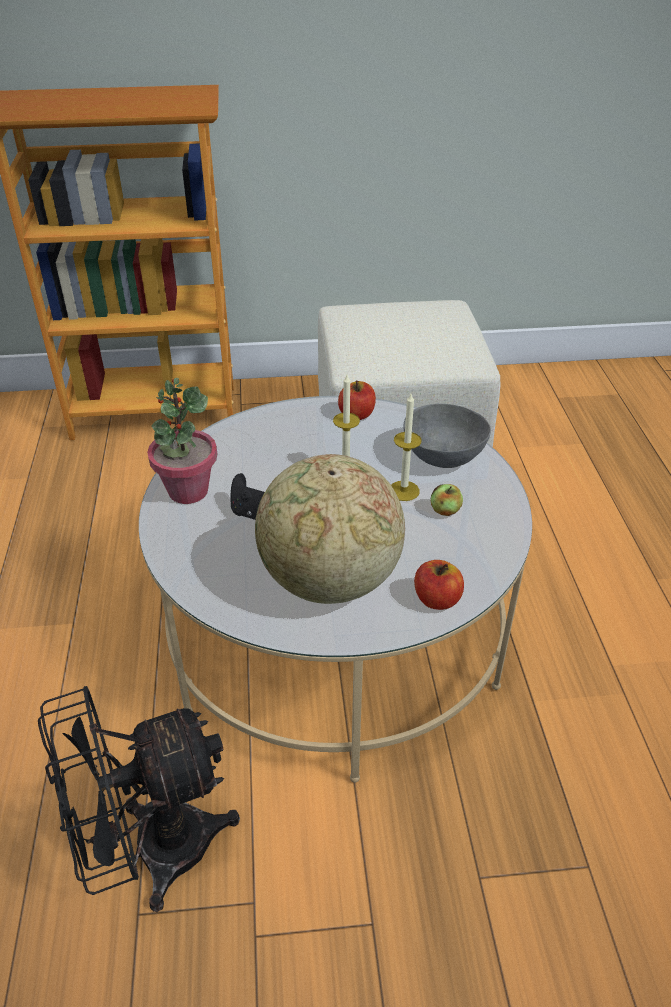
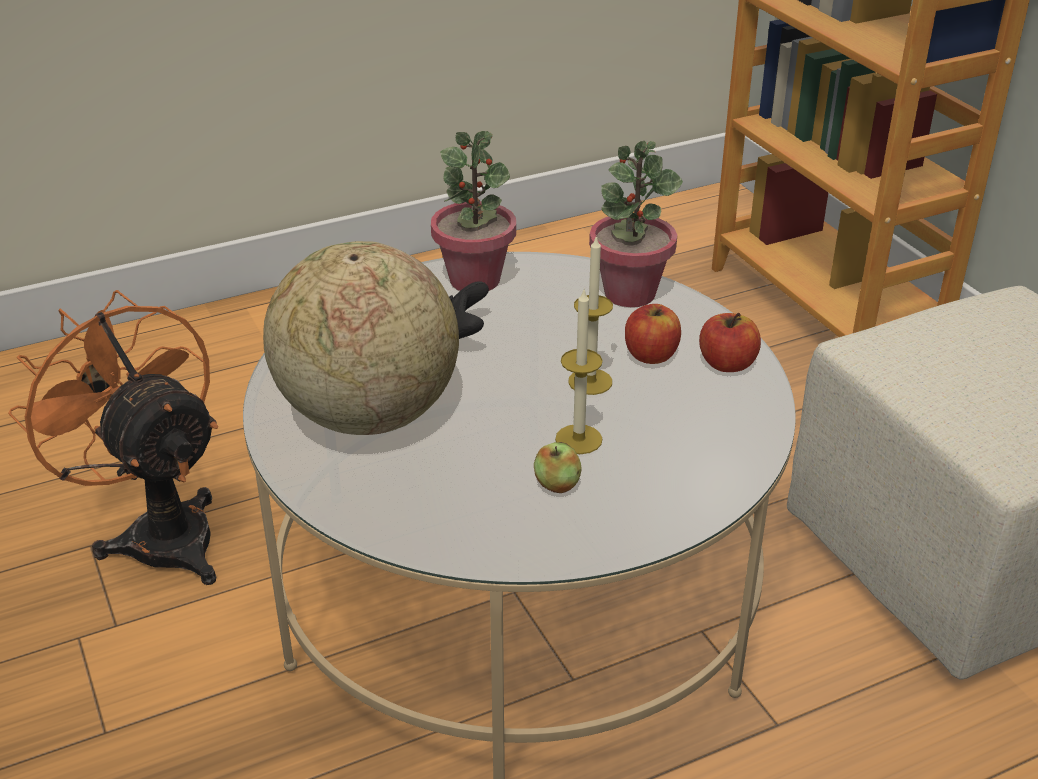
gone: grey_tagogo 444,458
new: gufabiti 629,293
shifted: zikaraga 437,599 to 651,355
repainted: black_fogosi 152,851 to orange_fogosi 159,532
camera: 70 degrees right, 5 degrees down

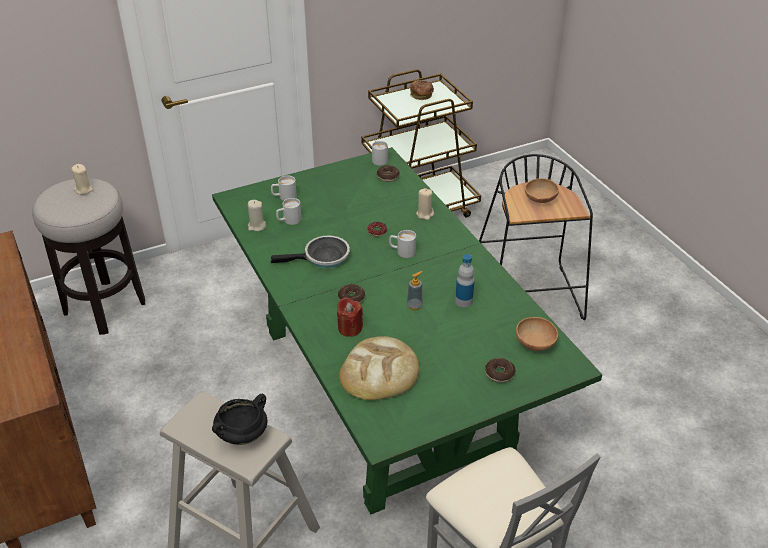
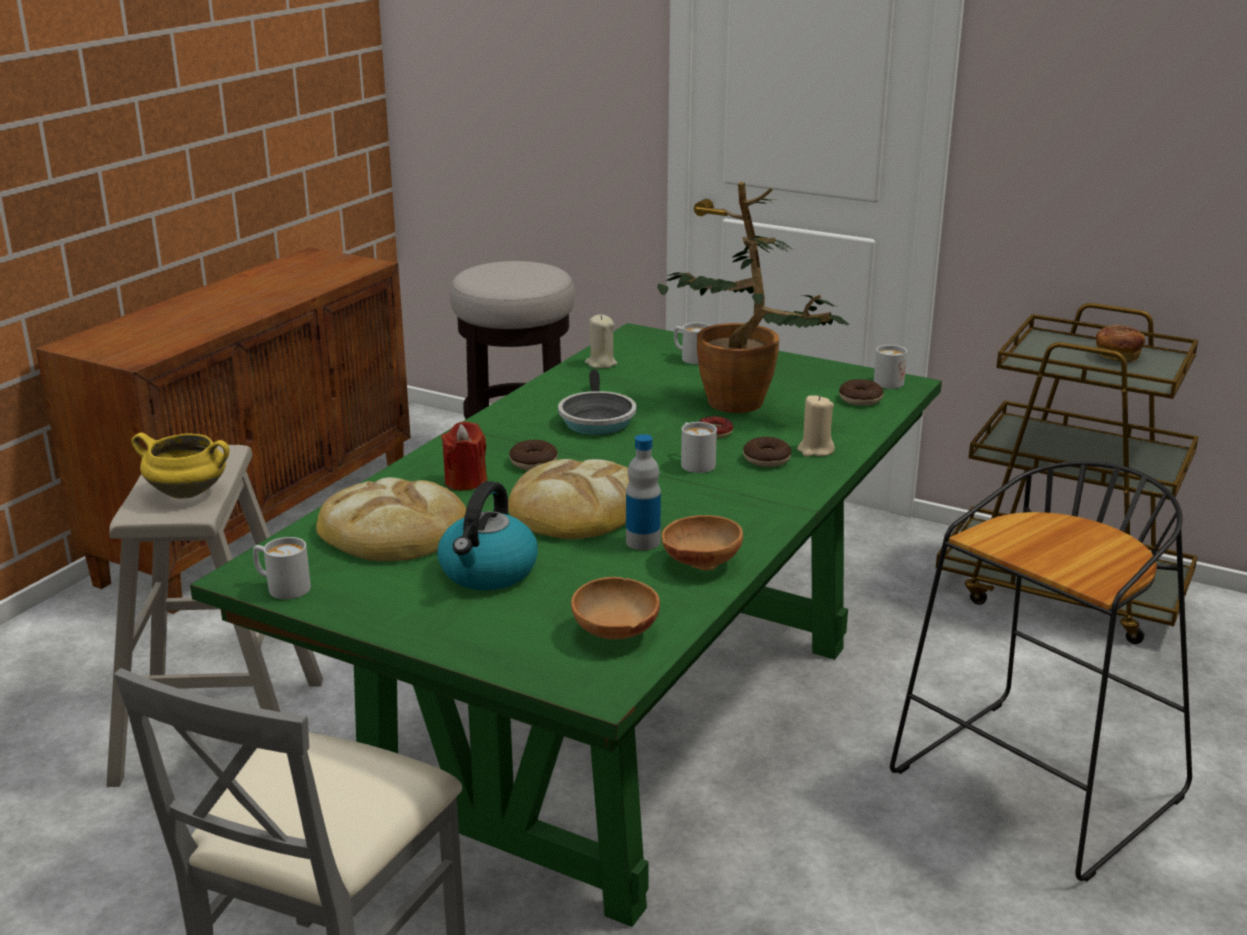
gone: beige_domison 83,190
new: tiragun 488,572; gufabiti 746,407
shifted: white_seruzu 289,221 to 281,587; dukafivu 499,374 to 766,459; brown_tagogo 539,200 to 700,563
swapped: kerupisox 414,306 to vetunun 578,509
repainted: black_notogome 242,434 to yellow_notogome 189,492
rotated: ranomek 323,258 = 596,419 45 degrees clockwise
camera: 55 degrees right, 15 degrees down

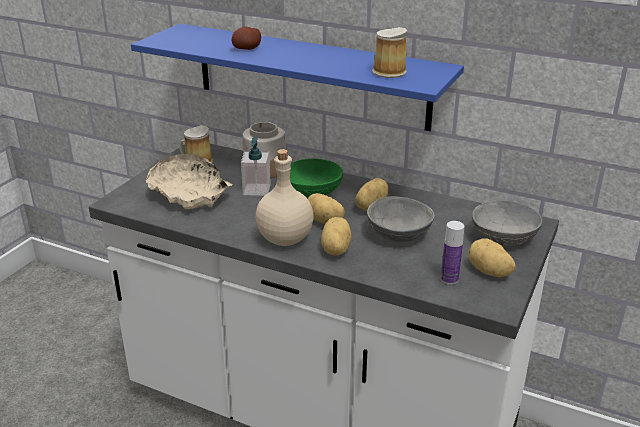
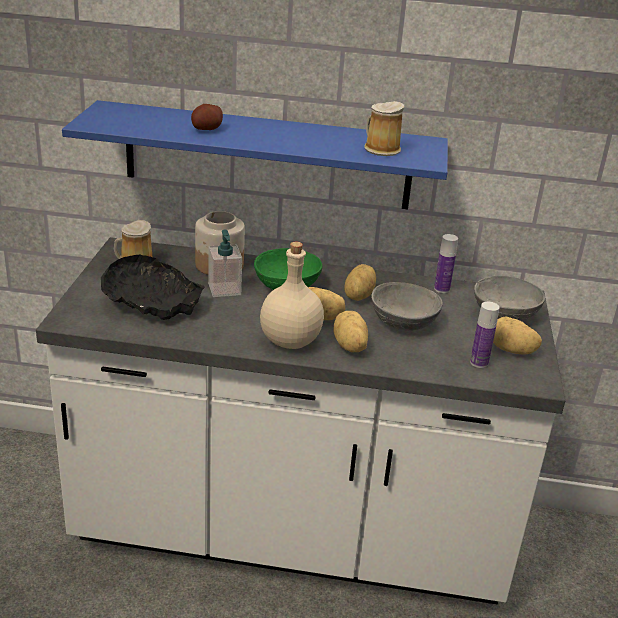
new: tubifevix 441,289
repainted: beige_tagogo 189,194 to black_tagogo 151,303
camera: 20 degrees left, 0 degrees up

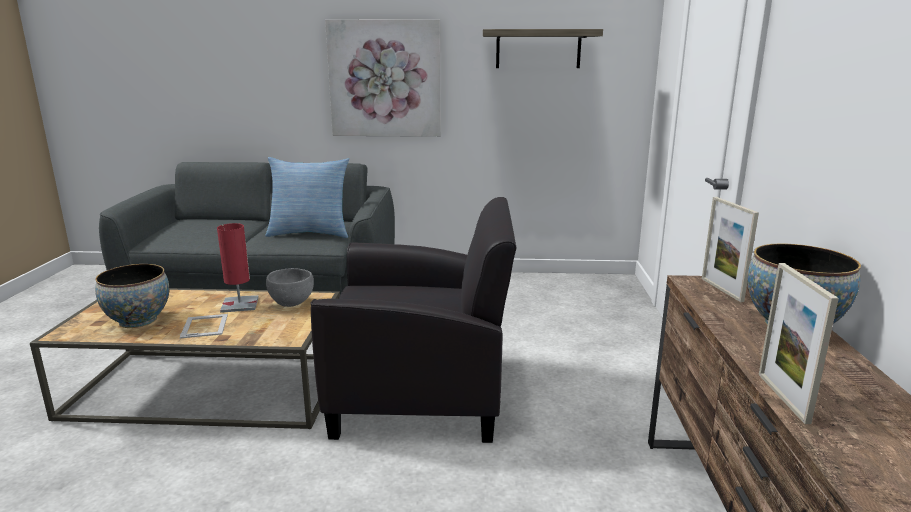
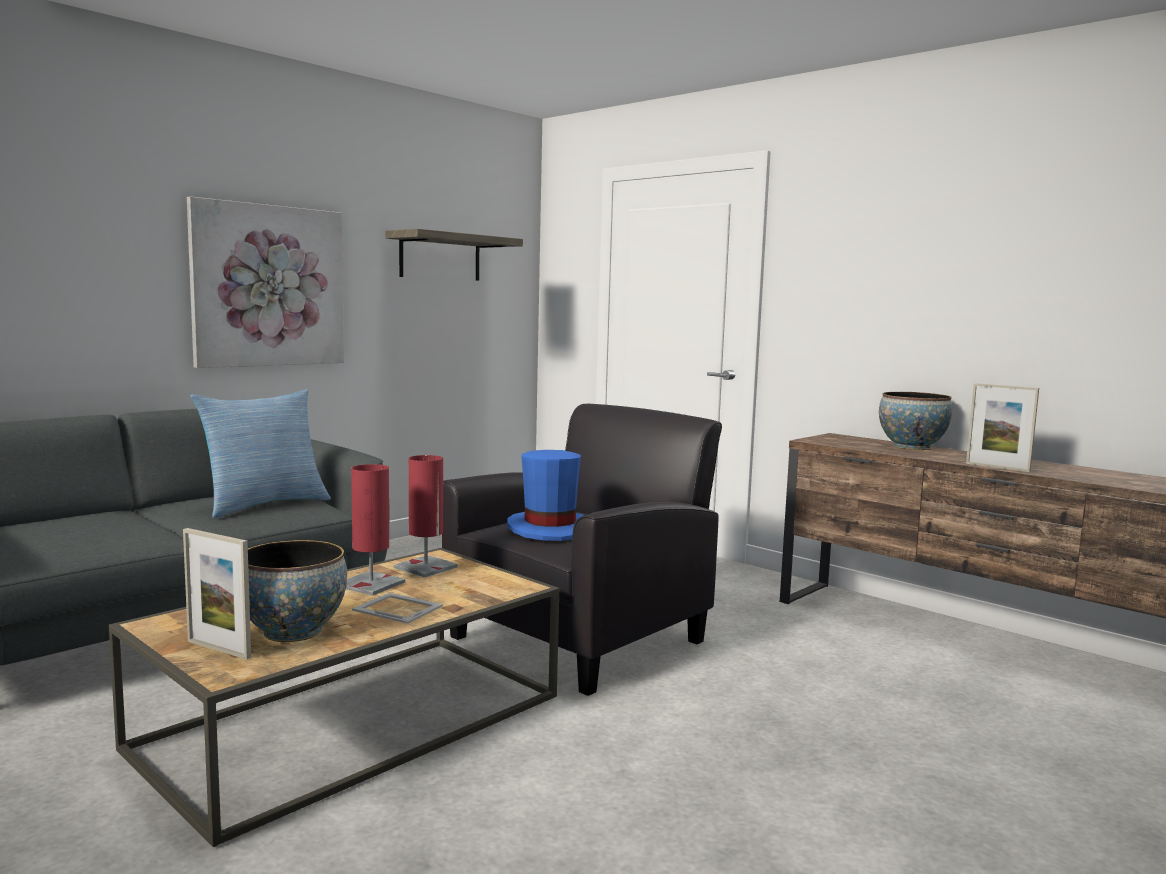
new: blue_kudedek 550,528
shifted: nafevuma 721,289 to 218,649
swapped: grey_tagogo 291,303 to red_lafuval 426,567
camera: 50 degrees left, 10 degrees down

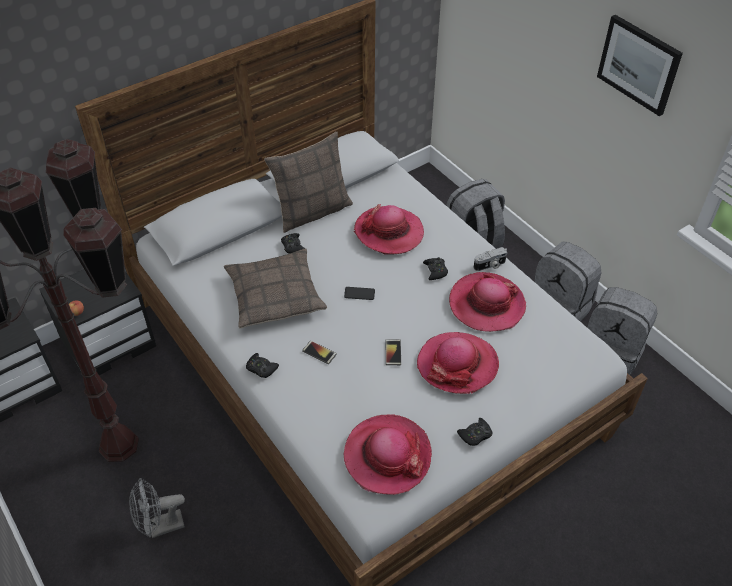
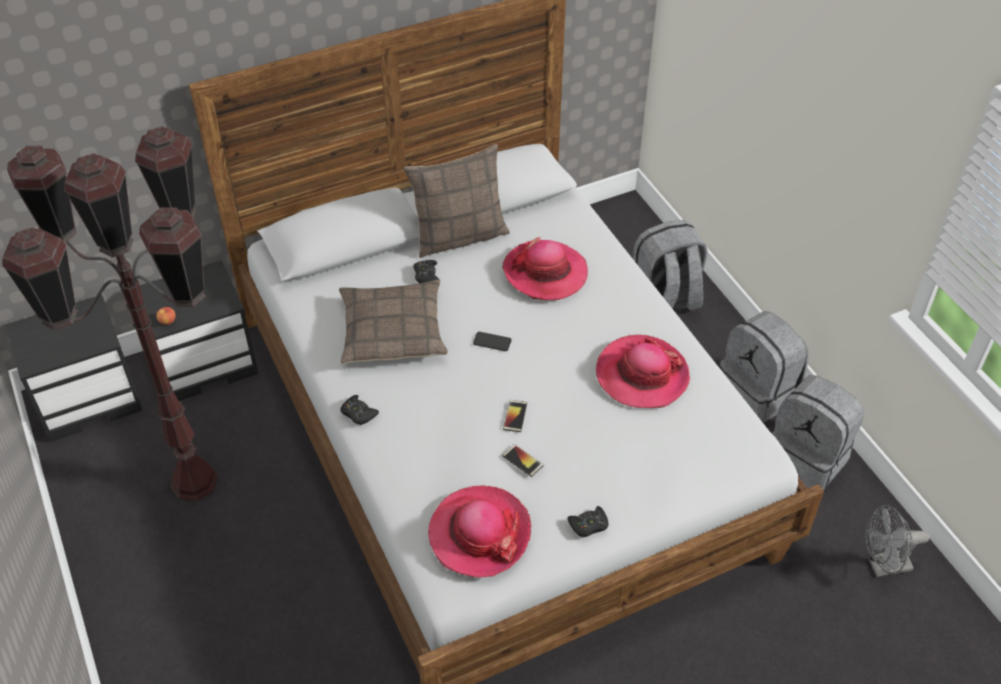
gone: kudedek 457,364; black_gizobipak 435,271; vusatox 490,265; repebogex 639,64
shifted: grey_fogosi 160,527 to 883,567; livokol 319,352 to 522,461
camera: 10 degrees right, 0 degrees up

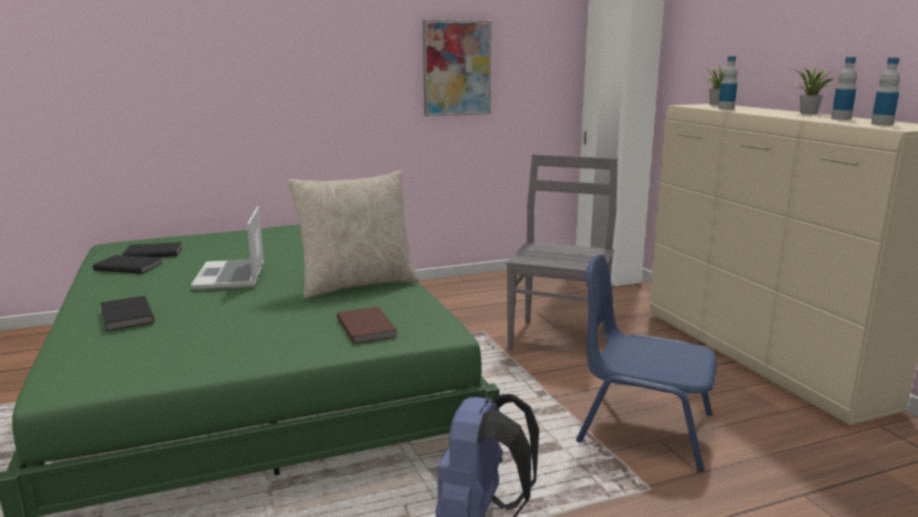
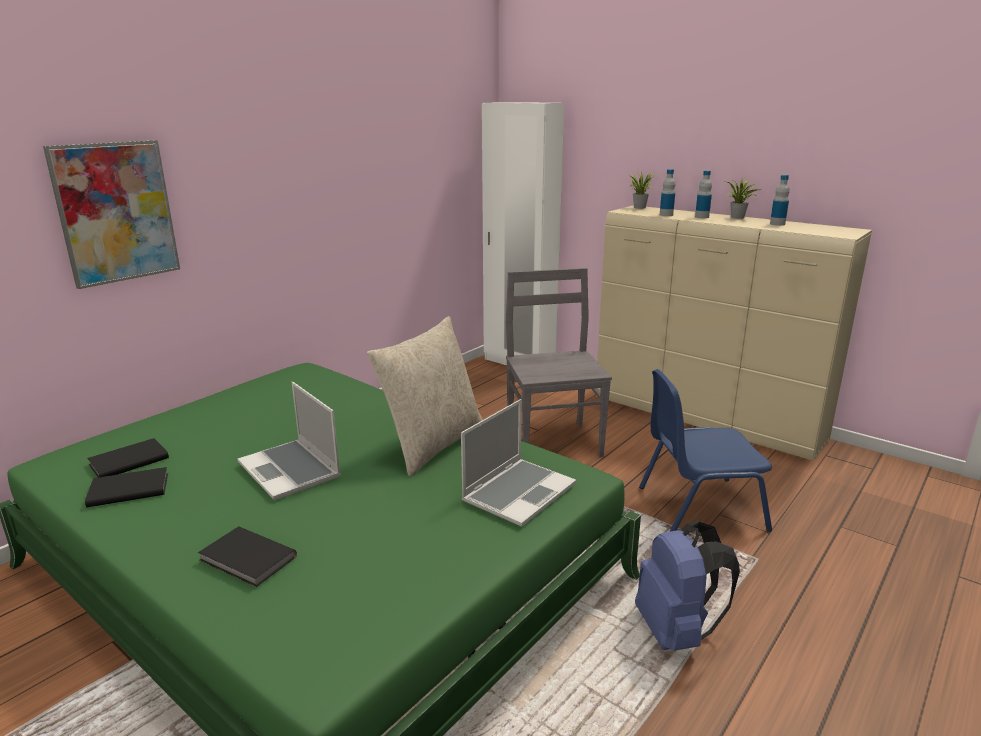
shifted: repebogex 457,68 to 116,212; tubifevix 882,124 to 702,217
swapped: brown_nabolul 367,327 to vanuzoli 519,492
camera: 30 degrees left, 5 degrees up

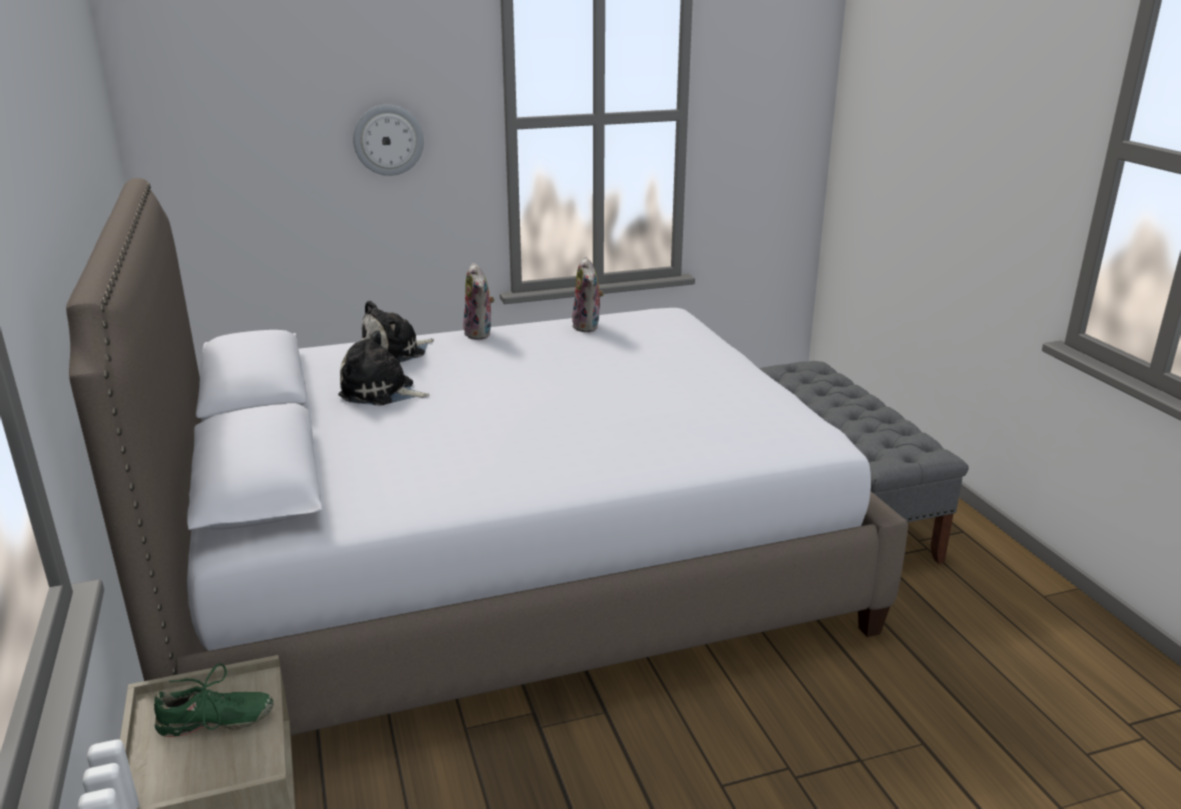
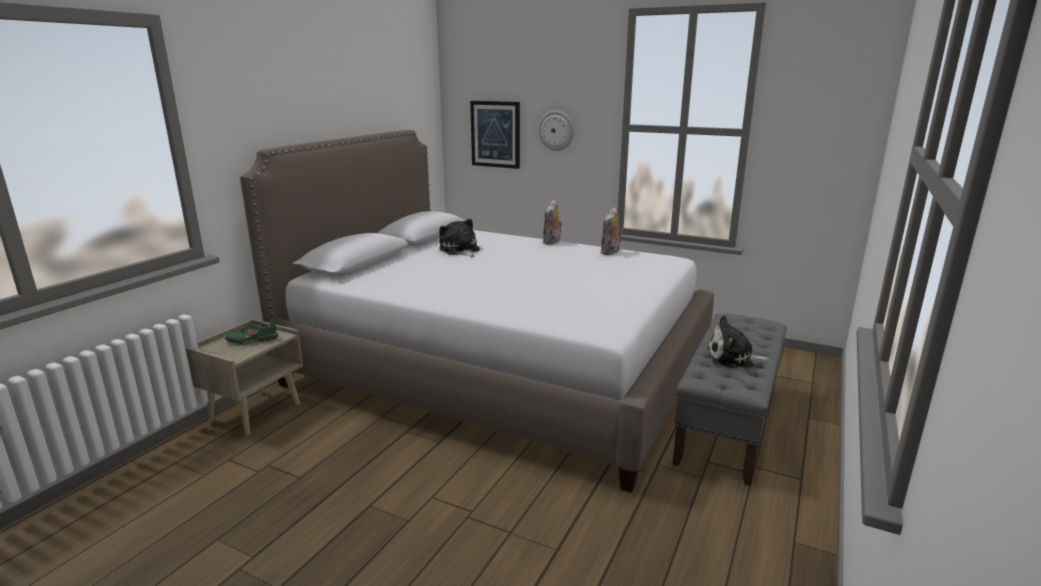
new: repebogex 495,134
shifted: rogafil 396,352 to 733,359
rotated: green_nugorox 215,722 = 252,340 135 degrees clockwise
camera: 45 degrees right, 5 degrees down

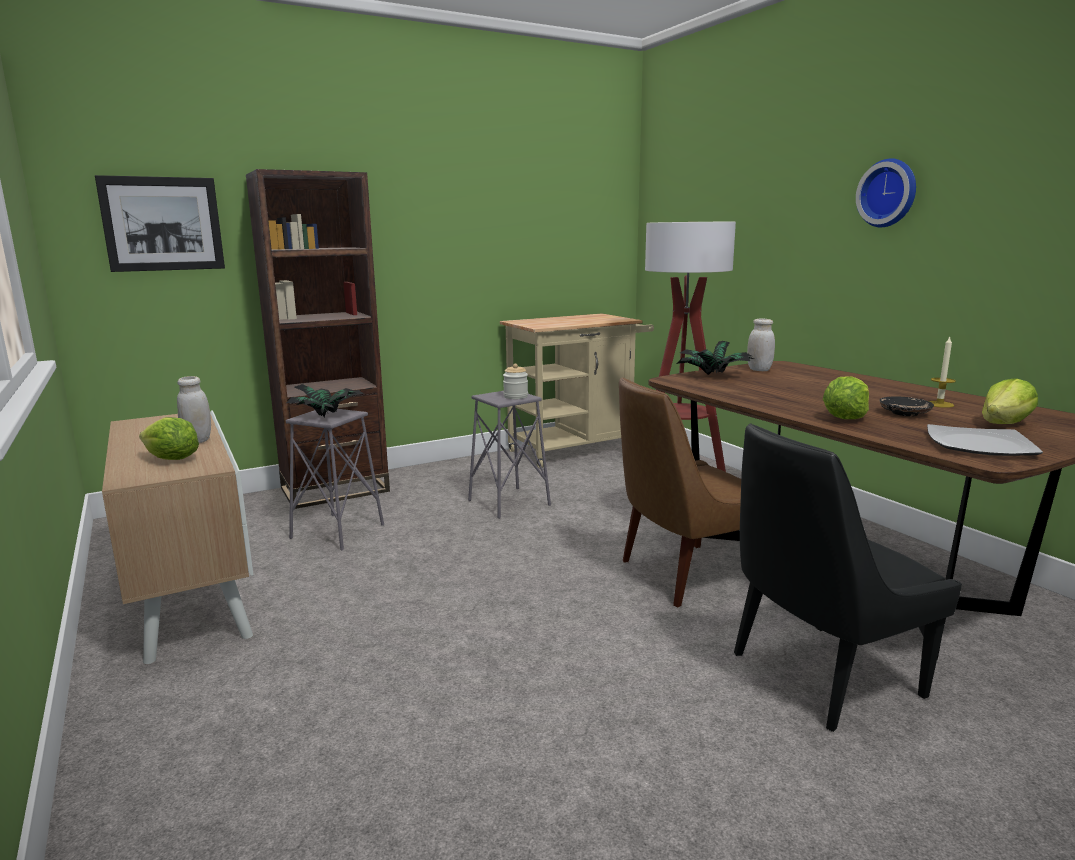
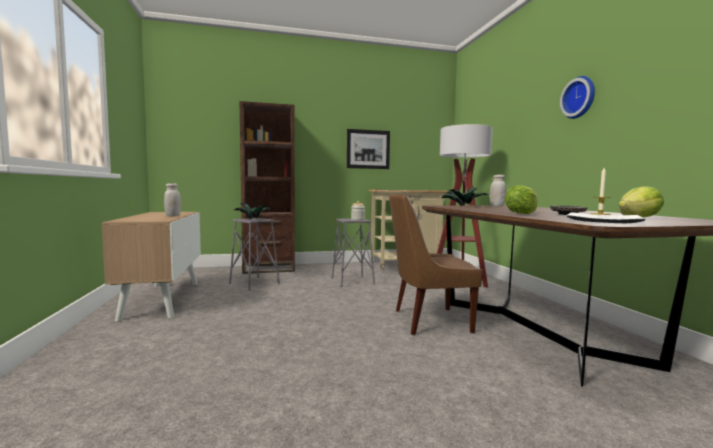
gone: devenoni 171,459; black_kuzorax 819,676
shifted: repebogex 162,224 to 368,149
camera: 15 degrees right, 10 degrees down

